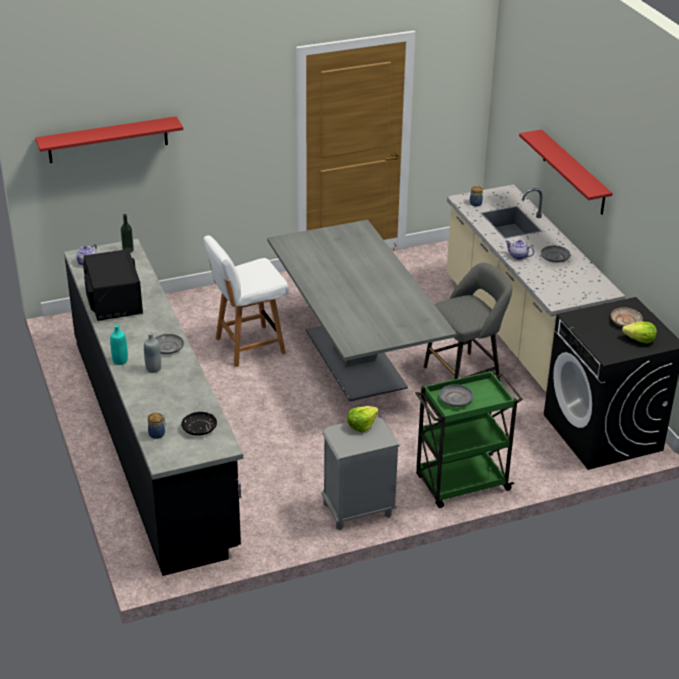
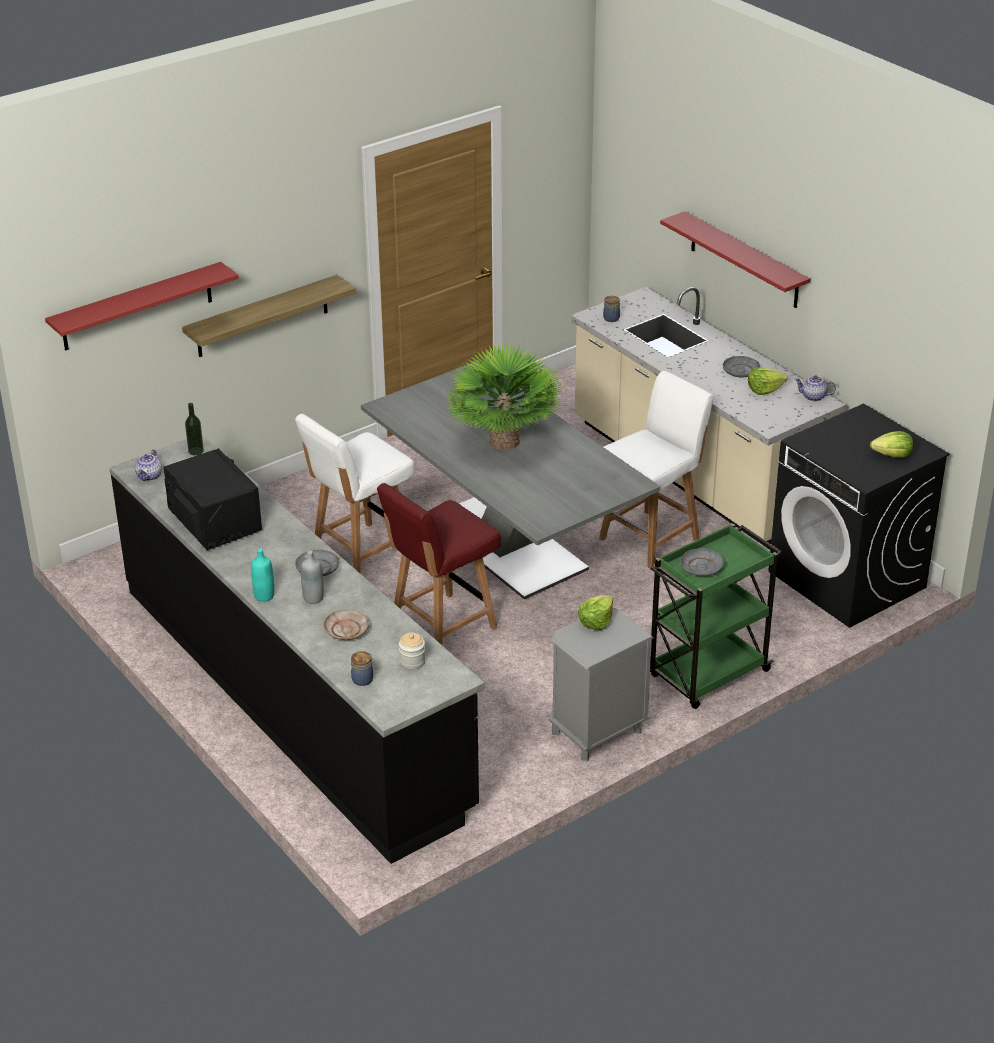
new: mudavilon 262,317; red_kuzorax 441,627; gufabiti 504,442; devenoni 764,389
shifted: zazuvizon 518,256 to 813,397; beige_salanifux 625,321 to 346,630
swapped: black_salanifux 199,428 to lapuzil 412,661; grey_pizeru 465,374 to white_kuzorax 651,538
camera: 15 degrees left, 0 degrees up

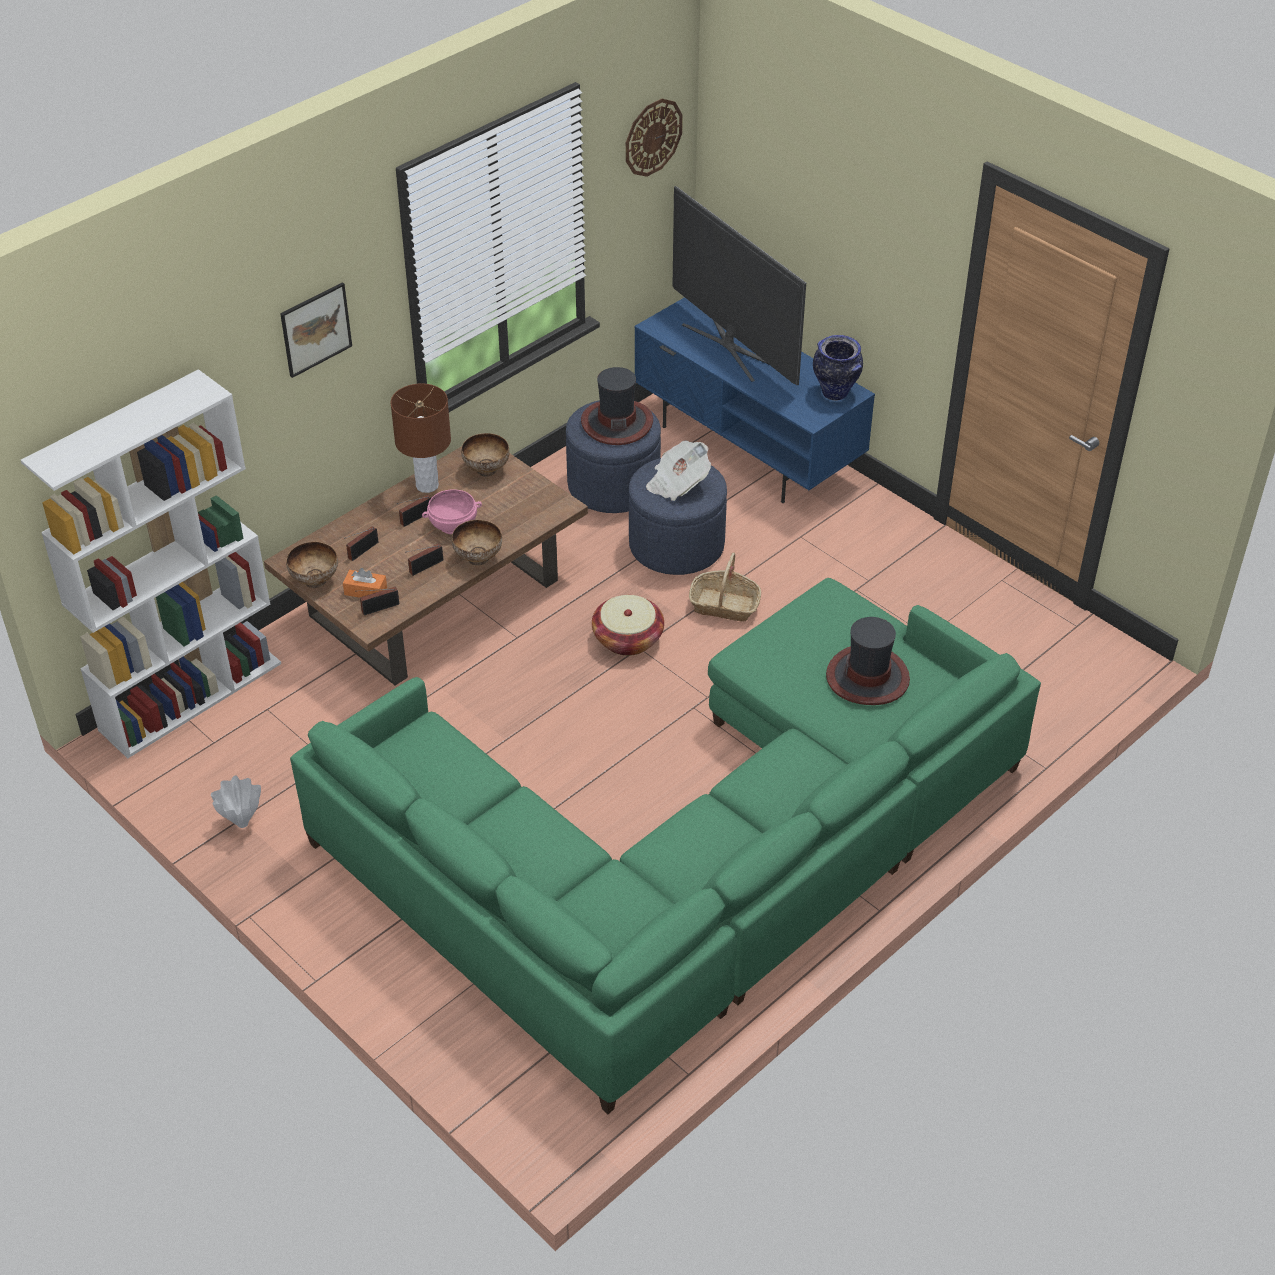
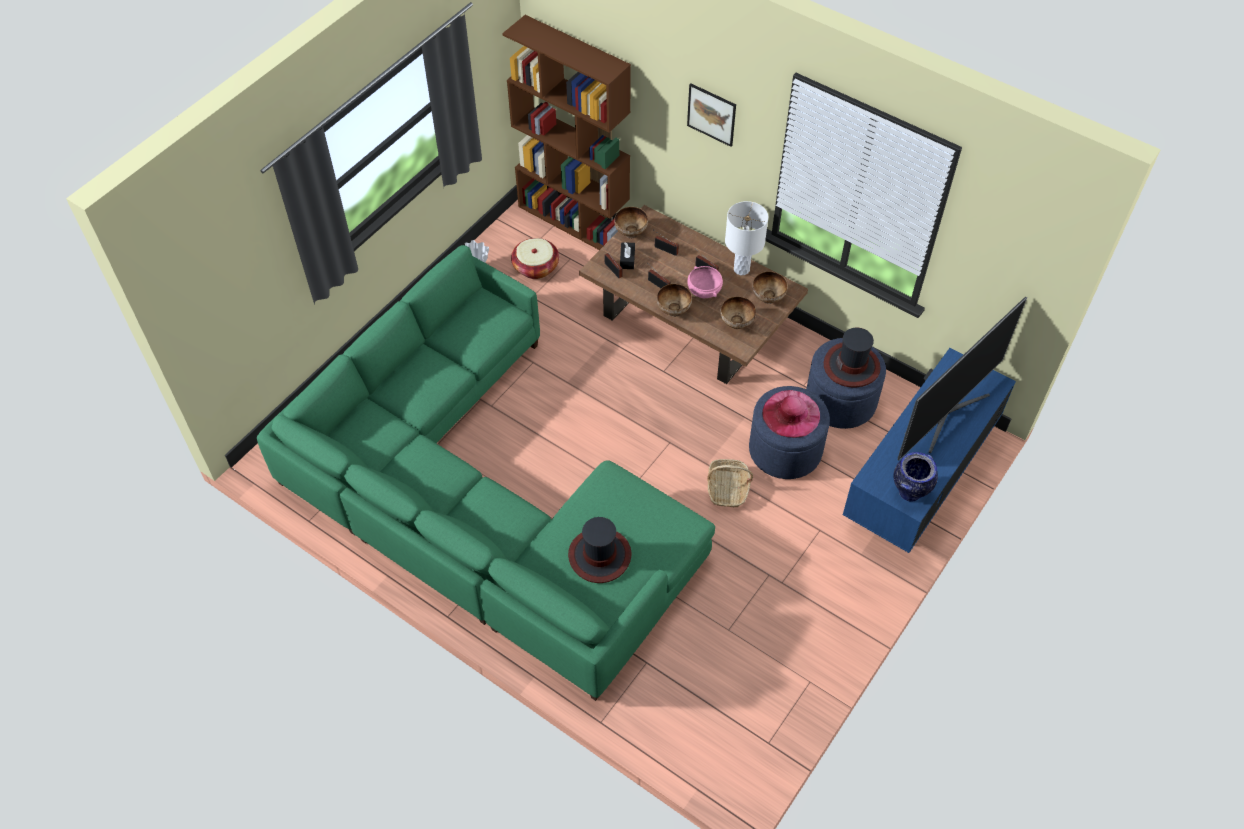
gone: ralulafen 652,137
new: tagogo 736,324
shifted: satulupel 628,639 to 536,267
swapped: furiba 677,483 to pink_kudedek 791,414
repainted: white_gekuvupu 191,695 to brown_gekuvupu 574,221; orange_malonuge 365,591 to black_malonuge 627,259; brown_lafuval 427,486 to white_lafuval 741,269
camera: 80 degrees right, 10 degrees up

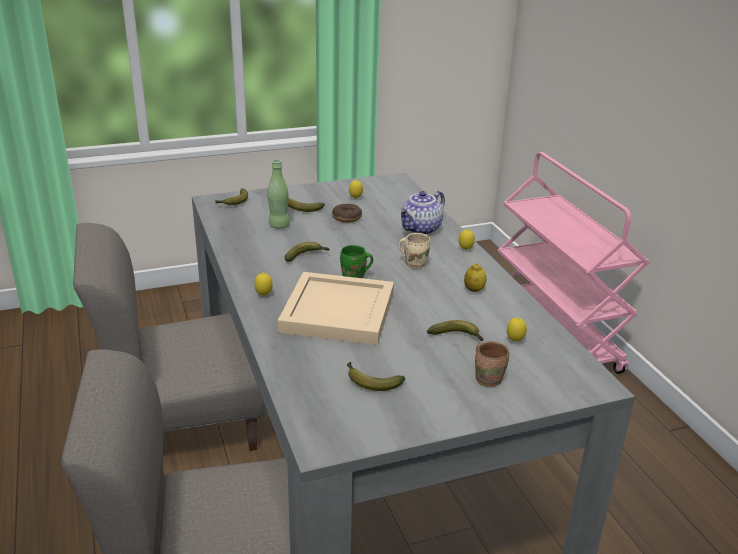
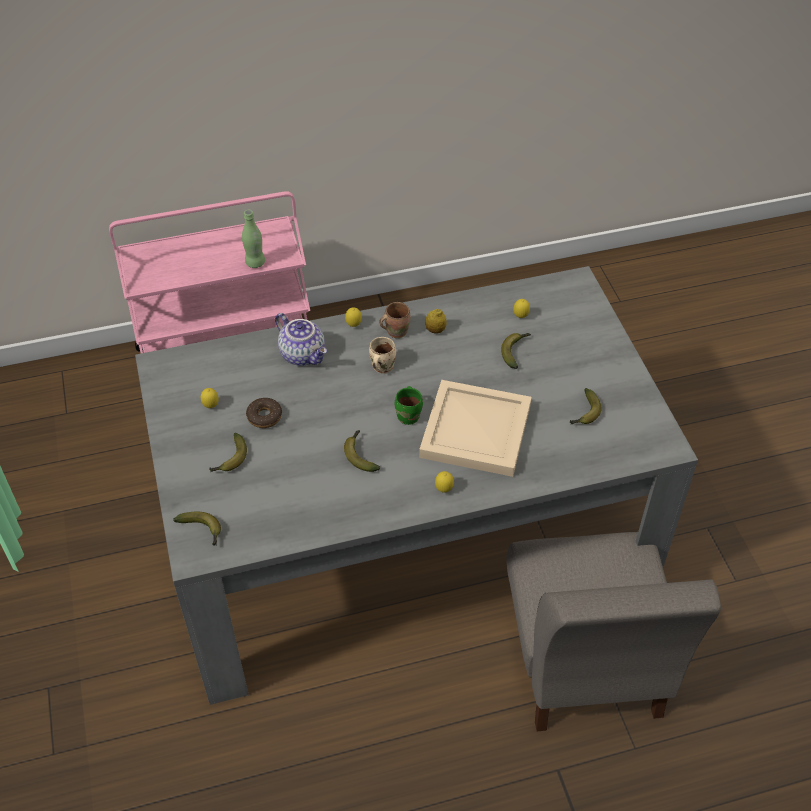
gone: grey_kuzorax 185,424
shifted: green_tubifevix 279,225 to 255,263; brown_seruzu 488,378 to 395,331
camera: 85 degrees left, 20 degrees up

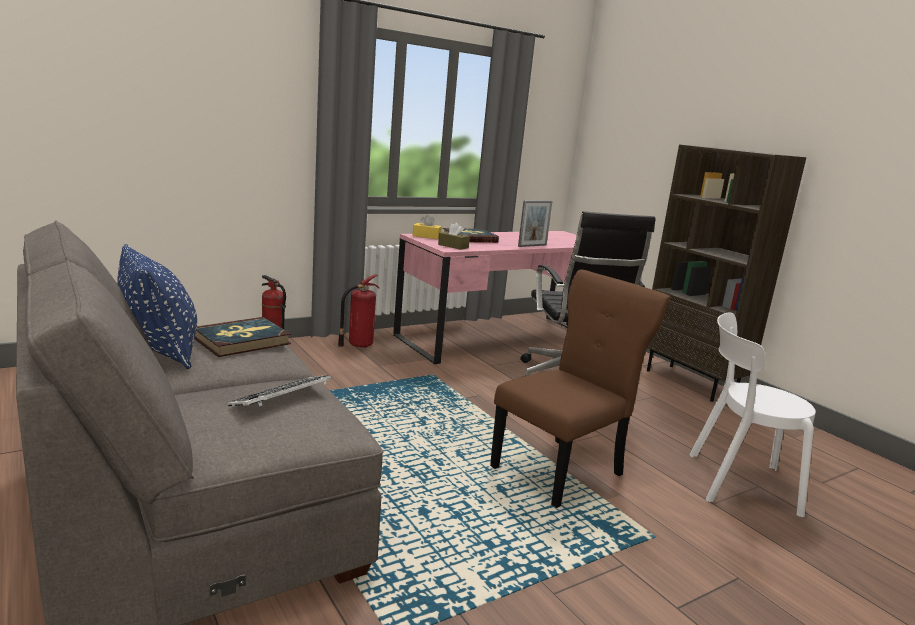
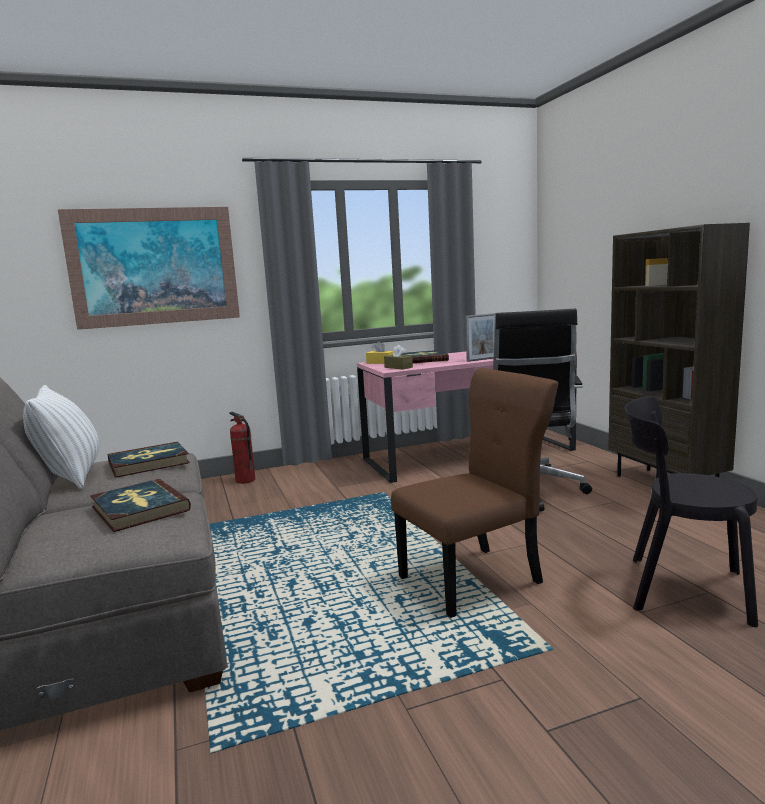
gone: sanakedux 358,345
new: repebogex 154,266
swapped: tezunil 282,398 to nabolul 139,509
repainted: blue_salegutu 160,352 to white_salegutu 71,476; white_kuzorax 736,482 to black_kuzorax 680,588
camera: 15 degrees right, 5 degrees down

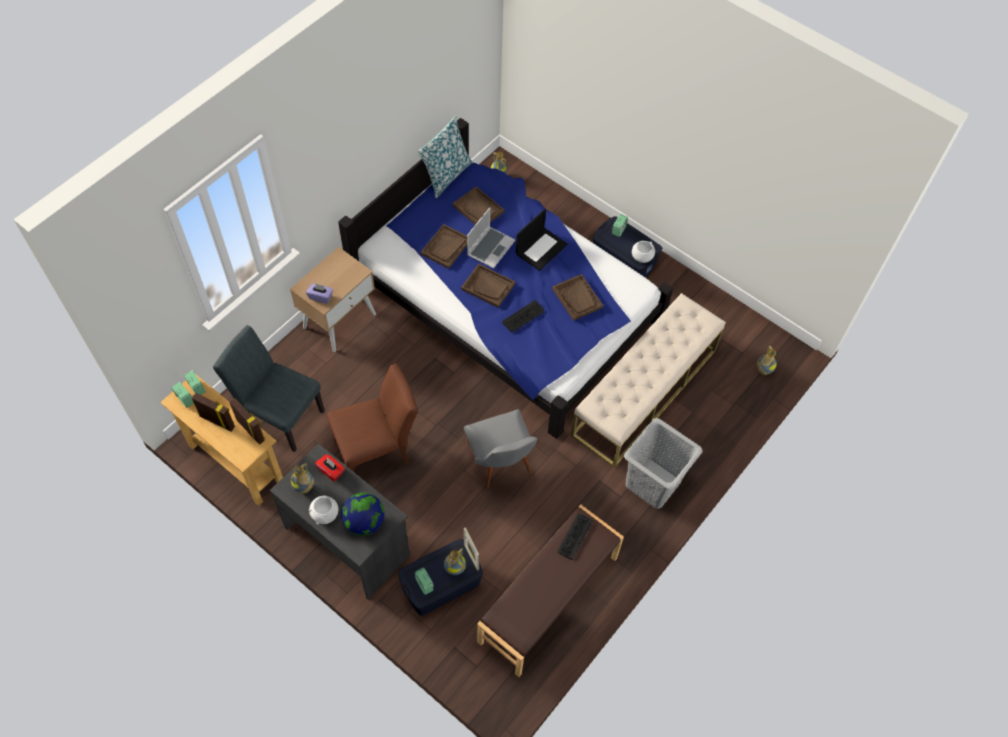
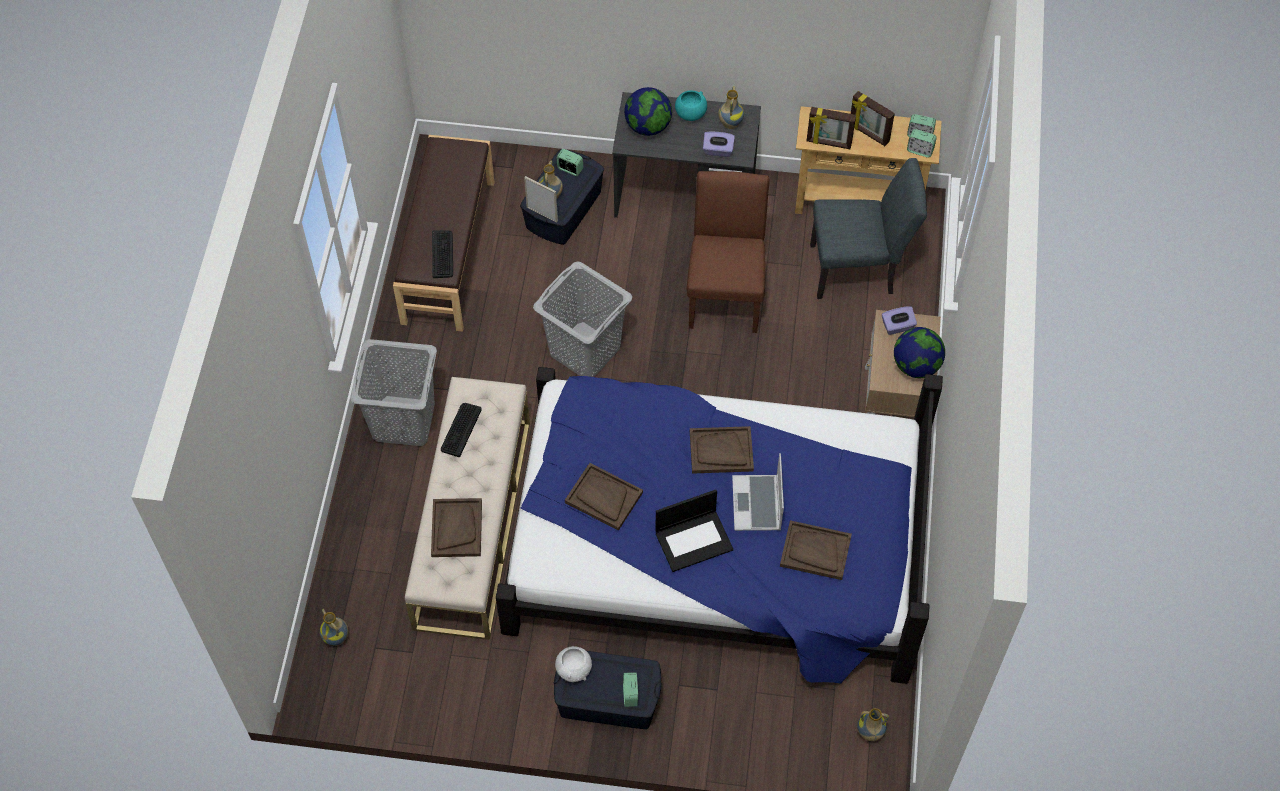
gone: salegutu 446,175
new: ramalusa 916,366
shifted: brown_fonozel 446,247 to 456,528; tezunil 523,316 to 460,429
swapped: grey_kuzorax 501,464 to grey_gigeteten 585,350
repainted: white_tagogo 325,514 to turquoise_tagogo 690,114; red_malonuge 331,471 to purple_malonuge 718,150
rotated: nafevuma 218,421 = 868,134 45 degrees clockwise; brown_kuzorax 378,451 = 725,292 150 degrees clockwise; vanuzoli 541,248 = 694,540 120 degrees counterclockwise
camera: 150 degrees right, 0 degrees up

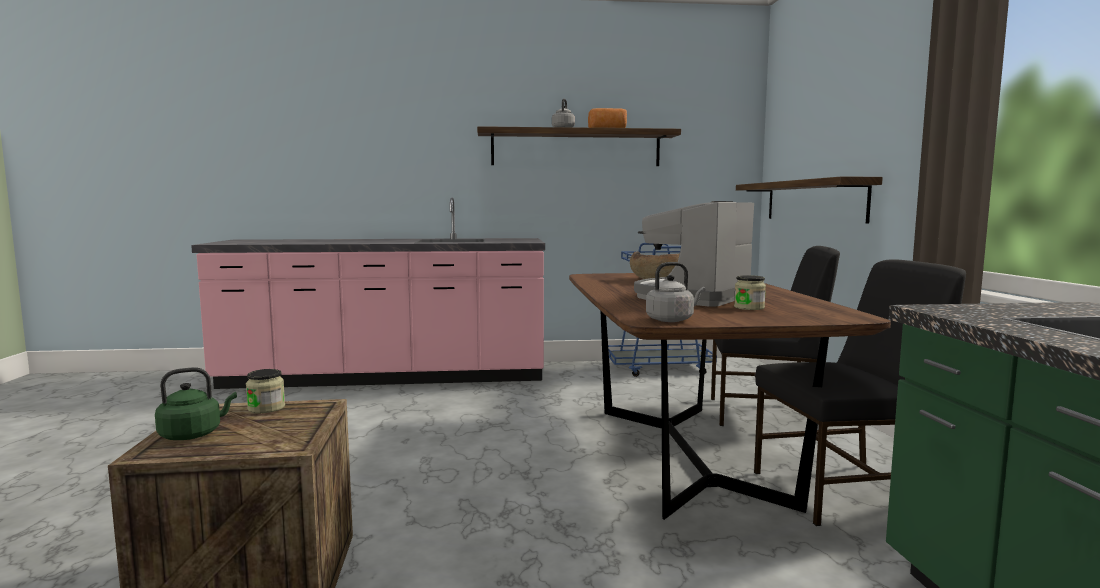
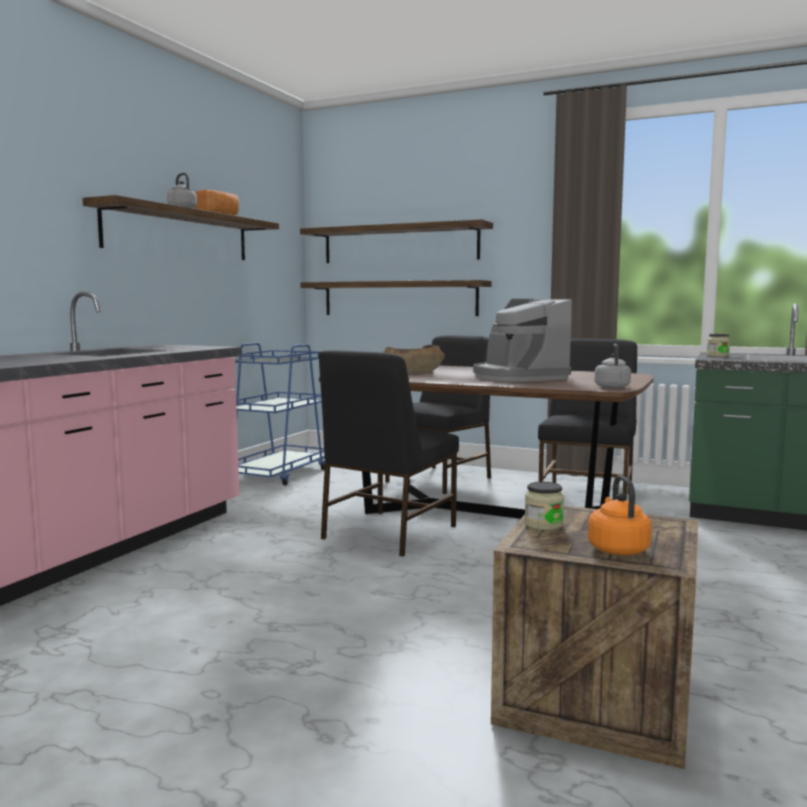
new: mudavilon 399,244; black_kuzorax 387,533
shifted: lapuzil 749,307 to 717,356
repainted: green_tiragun 194,434 to orange_tiragun 617,549
camera: 60 degrees left, 0 degrees up

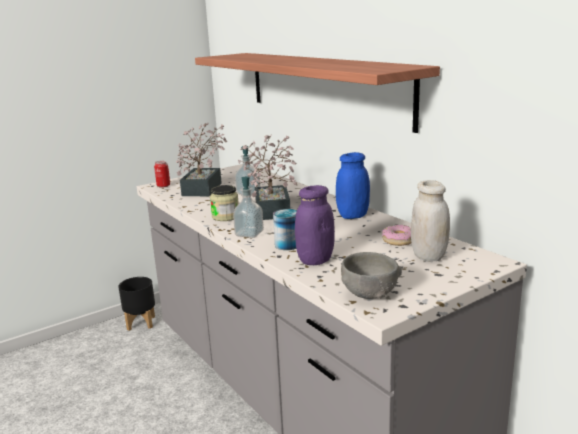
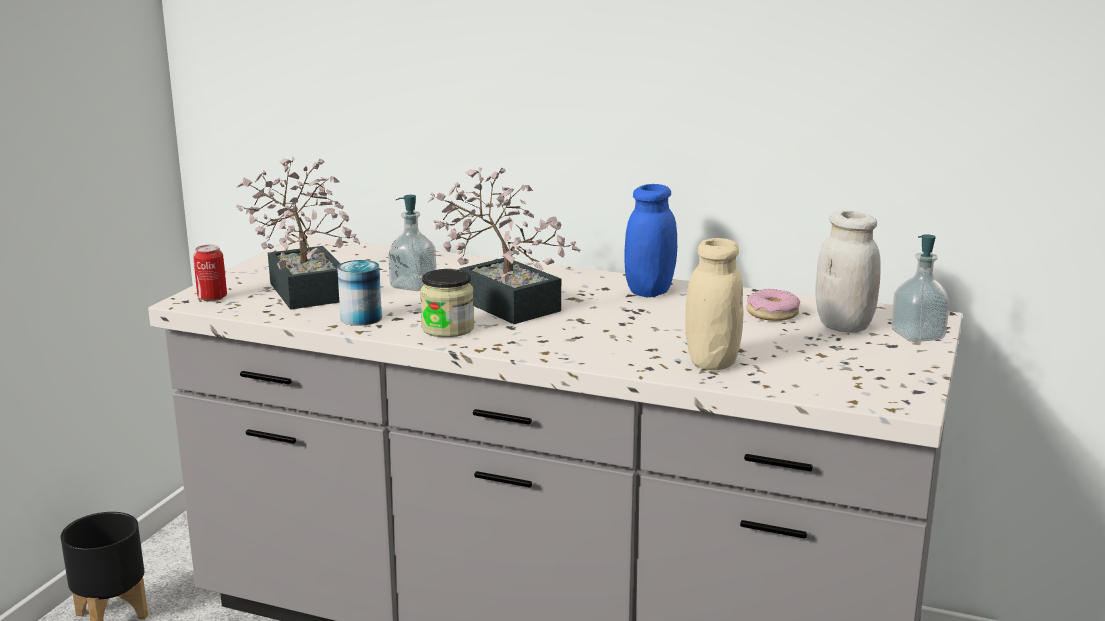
gone: mudavilon 324,87; grey_tagogo 369,293
shifted: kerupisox 249,234 to 917,335; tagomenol 287,245 to 361,318
repainted: purple_lapuzil 315,260 to beige_lapuzil 711,362
camera: 35 degrees left, 0 degrees up

